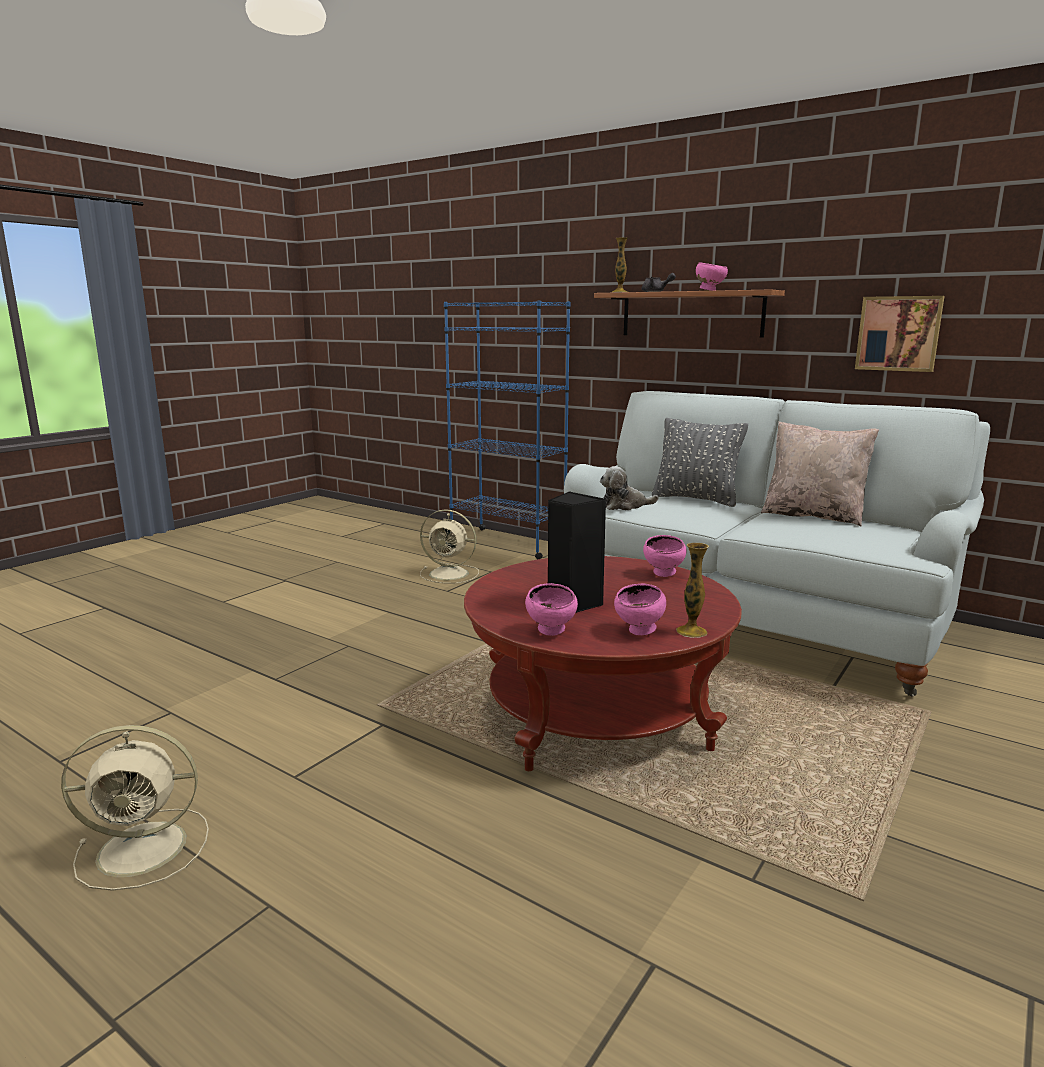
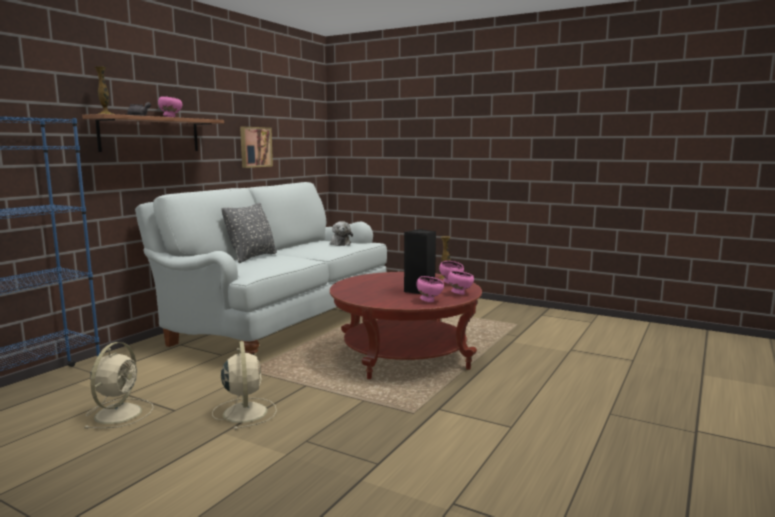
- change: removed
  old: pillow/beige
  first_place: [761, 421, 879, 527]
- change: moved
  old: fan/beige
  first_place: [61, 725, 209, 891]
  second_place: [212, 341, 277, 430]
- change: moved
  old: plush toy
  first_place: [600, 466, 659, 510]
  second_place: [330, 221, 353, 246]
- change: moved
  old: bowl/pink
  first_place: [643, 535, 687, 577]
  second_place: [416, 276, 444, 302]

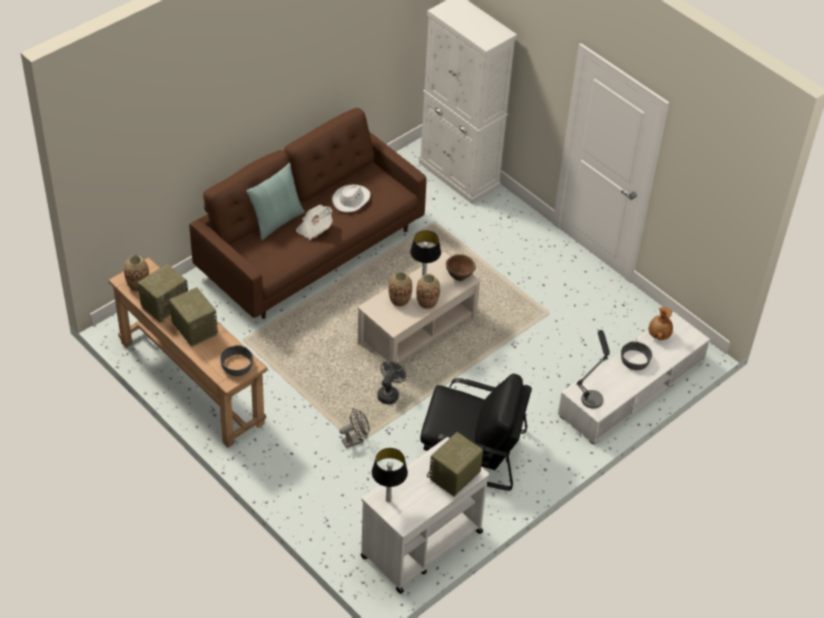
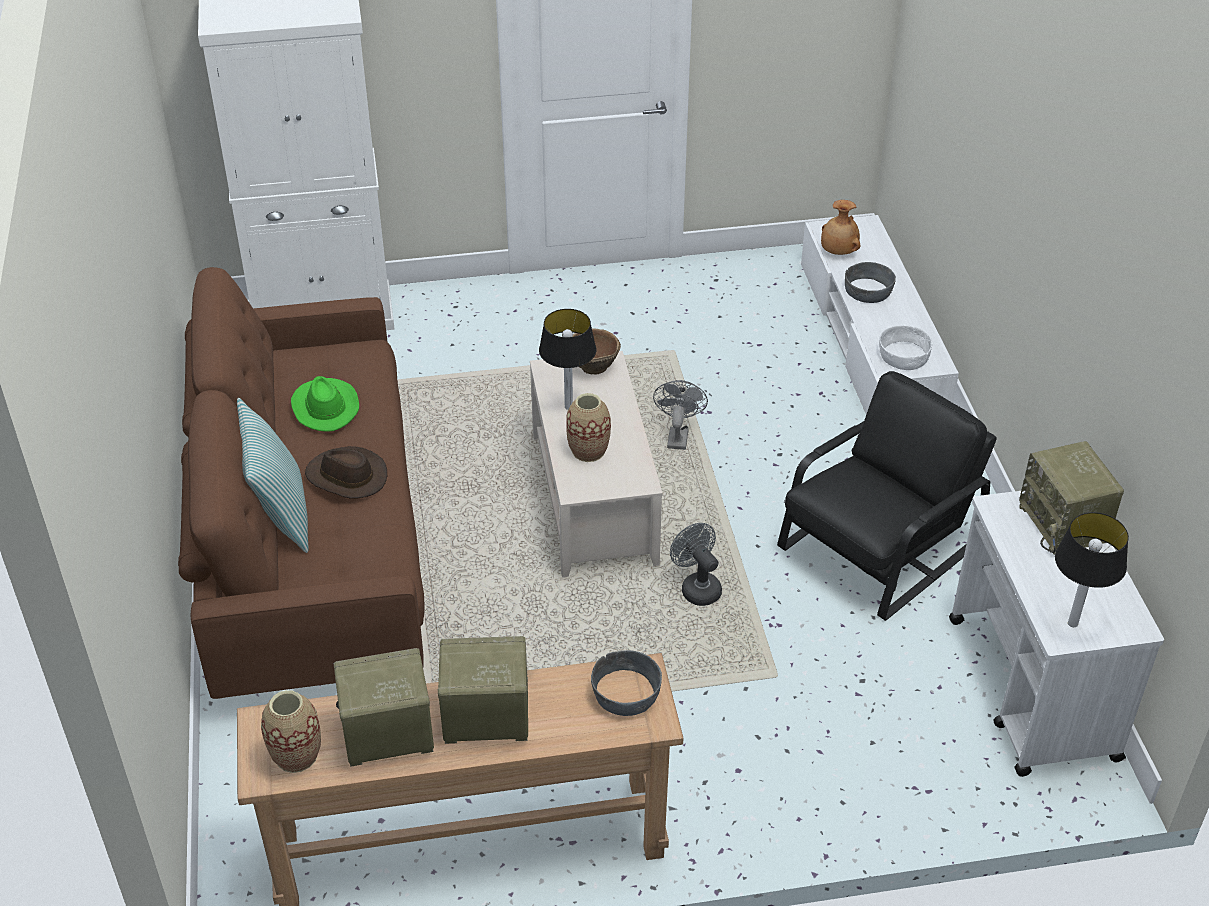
- change: removed
  old: vase
  first_place: [416, 274, 440, 309]
- change: moved
  old: fan/grey
  first_place: [339, 408, 370, 448]
  second_place: [653, 380, 708, 450]
- change: replaced
  old: newspaper
  new: hat/brown
  first_place: [296, 205, 333, 240]
  second_place: [305, 446, 387, 499]
- change: replaced
  old: table lamp
  new: bowl/white
  first_place: [576, 330, 610, 409]
  second_place: [879, 325, 932, 370]
- change: recoloured
  old: hat/white
  new: hat/green
  first_place: [332, 185, 371, 212]
  second_place: [291, 376, 359, 432]
- change: turned
  old: radio
  first_place: [138, 264, 188, 323]
  second_place: [333, 648, 434, 767]
  degrees: -90

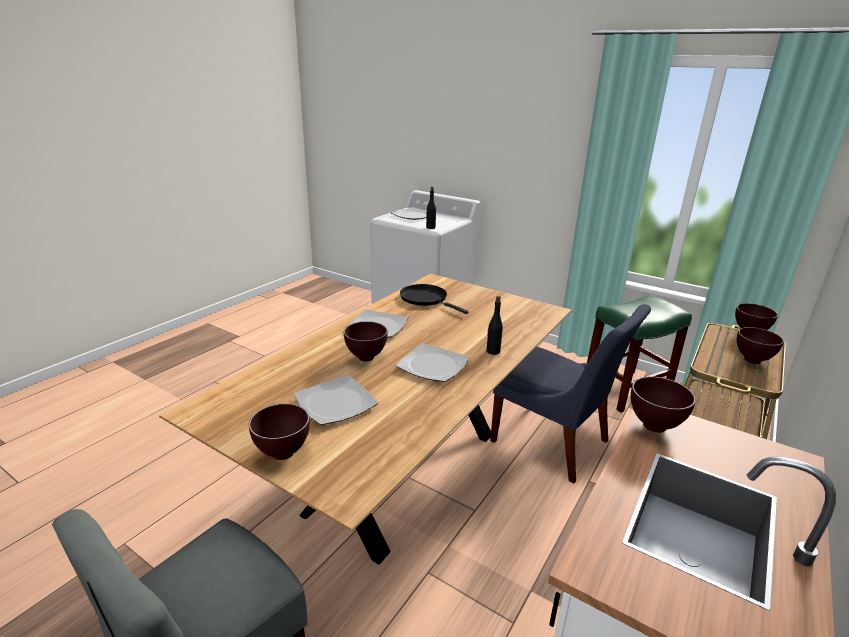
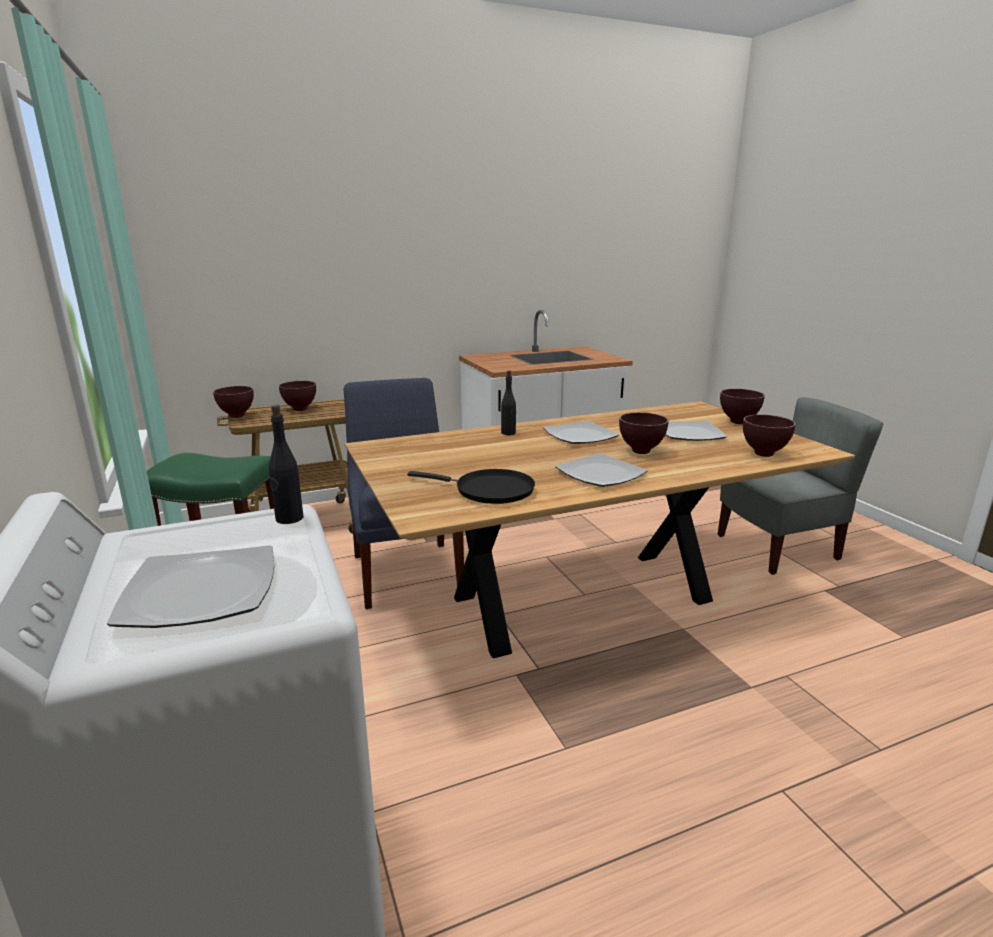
- change: moved
  old: bowl/brown
  first_place: [631, 377, 696, 433]
  second_place: [743, 414, 796, 457]
- change: turned
  old: frying pan/black
  first_place: [400, 284, 469, 314]
  second_place: [408, 469, 535, 504]
  degrees: -60

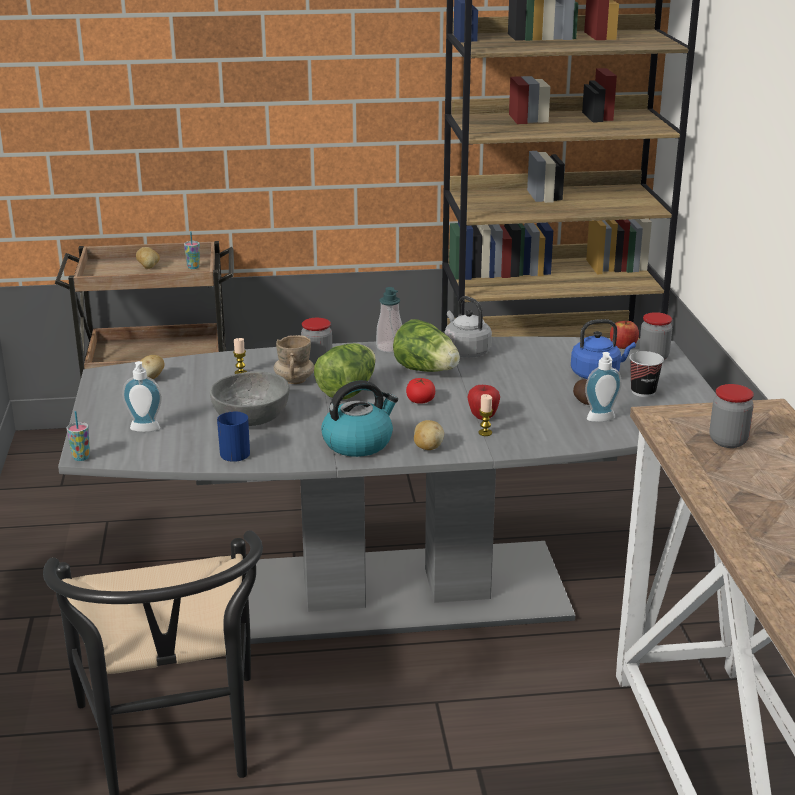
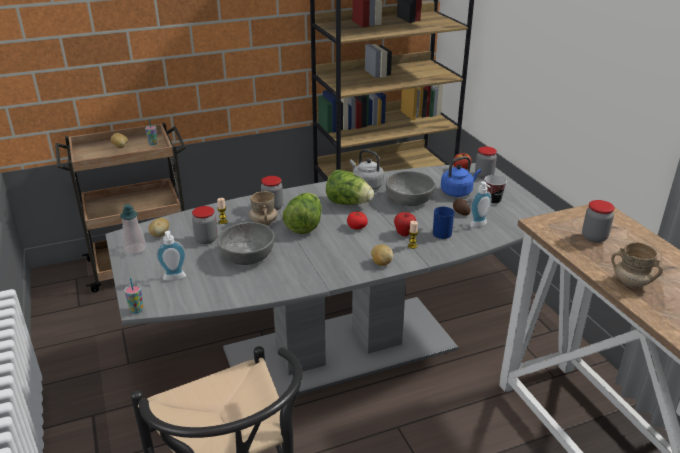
- change: removed
  old: kettle
  first_place: [321, 380, 398, 457]
- change: added
  new: jar
  second_place: [192, 206, 218, 244]
- change: added
  new: bowl/grey
  second_place: [386, 171, 435, 206]
- change: added
  new: mug/beige
  second_place: [611, 242, 663, 288]
- change: moved
  old: mug/blue
  first_place: [217, 411, 250, 462]
  second_place: [433, 207, 454, 239]
- change: moved
  old: soap dispenser
  first_place: [376, 287, 402, 353]
  second_place: [120, 204, 146, 255]

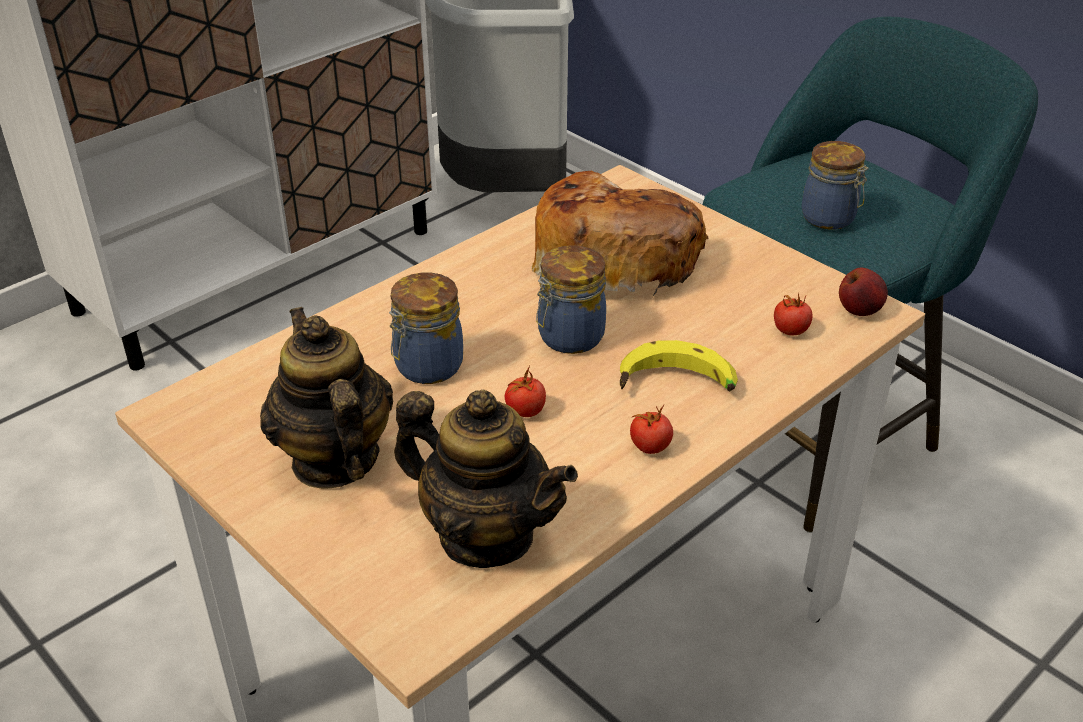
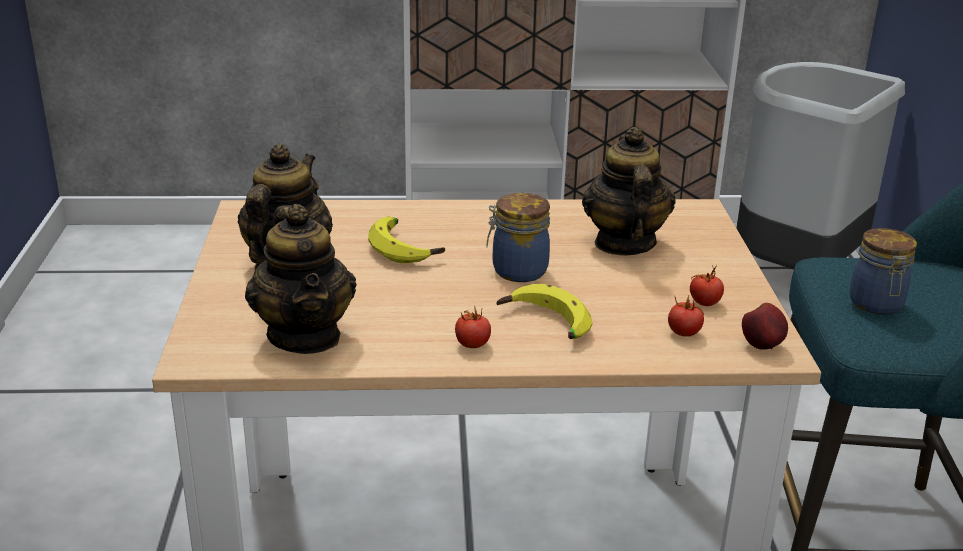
- change: moved
  old: tomato
  first_place: [505, 365, 546, 417]
  second_place: [690, 265, 724, 306]
- change: replaced
  old: jar
  new: banana
  first_place: [389, 273, 463, 384]
  second_place: [368, 216, 445, 263]
- change: replaced
  old: bread
  new: teapot
  first_place: [531, 171, 709, 296]
  second_place: [582, 127, 676, 256]

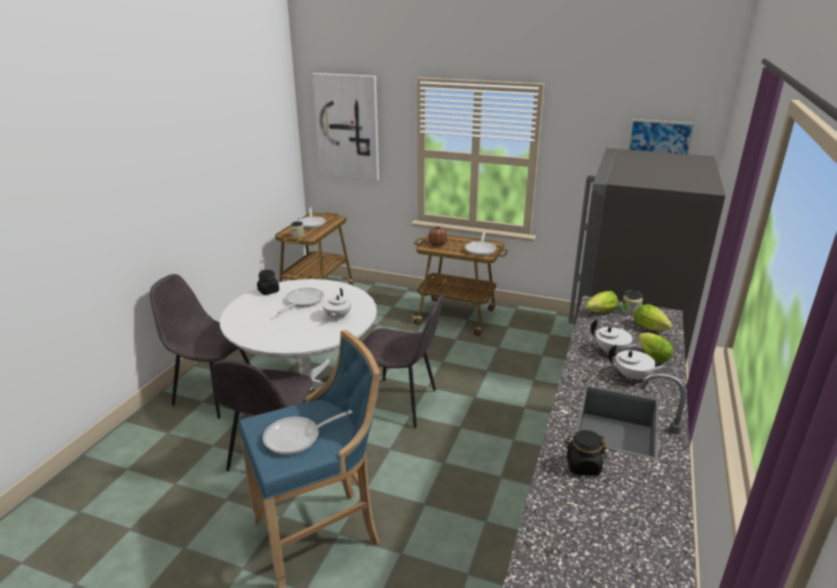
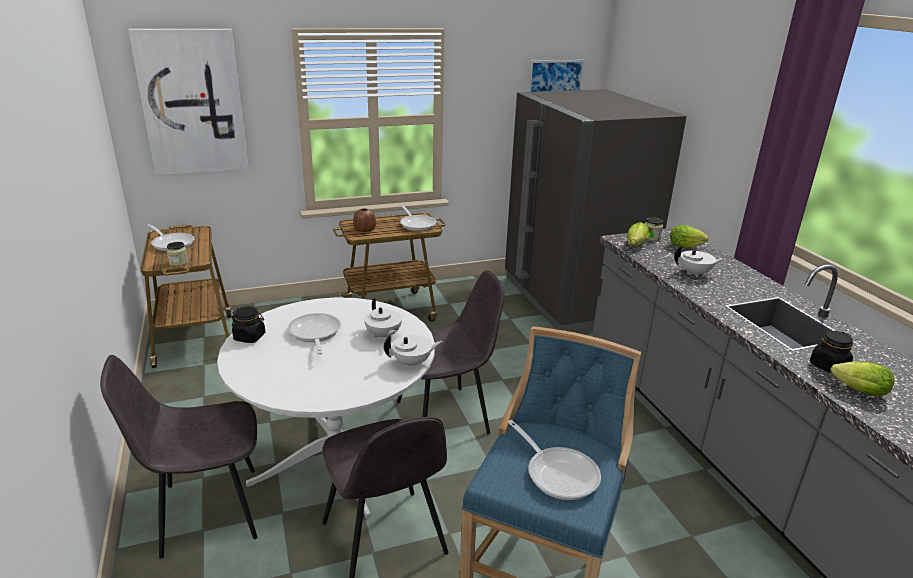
- change: moved
  old: teapot/white
  first_place: [608, 344, 667, 382]
  second_place: [384, 335, 442, 369]
- change: moved
  old: lettuce
  first_place: [638, 333, 673, 363]
  second_place: [831, 362, 895, 396]
- change: turned
  old: frying pan
  first_place: [263, 410, 353, 455]
  second_place: [508, 420, 601, 500]
  degrees: -60

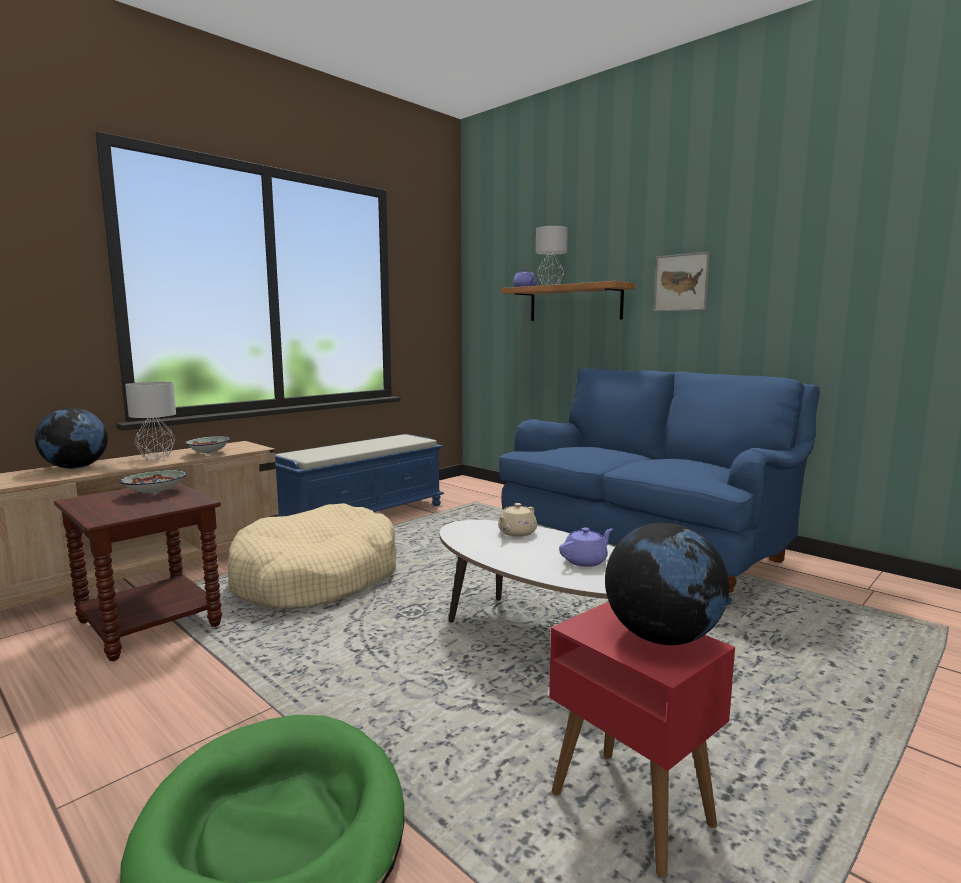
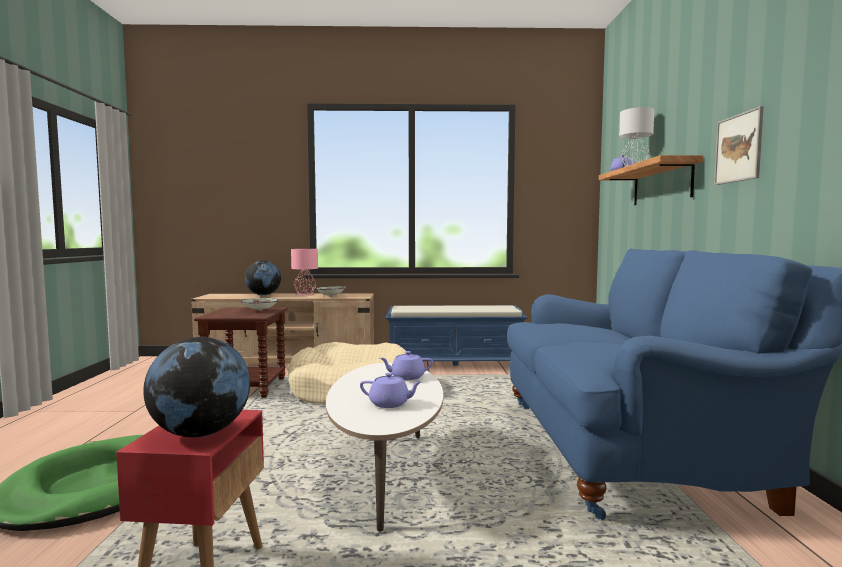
- change: recoloured
  old: table lamp/grey
  new: table lamp/pink
  first_place: [125, 382, 176, 460]
  second_place: [291, 249, 318, 296]
- change: recoloured
  old: teapot/beige
  new: teapot/purple
  first_place: [498, 503, 537, 537]
  second_place: [380, 351, 433, 380]

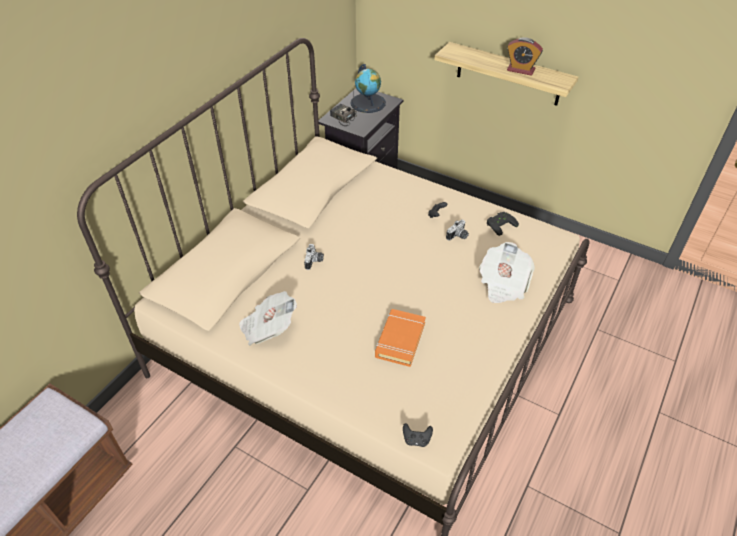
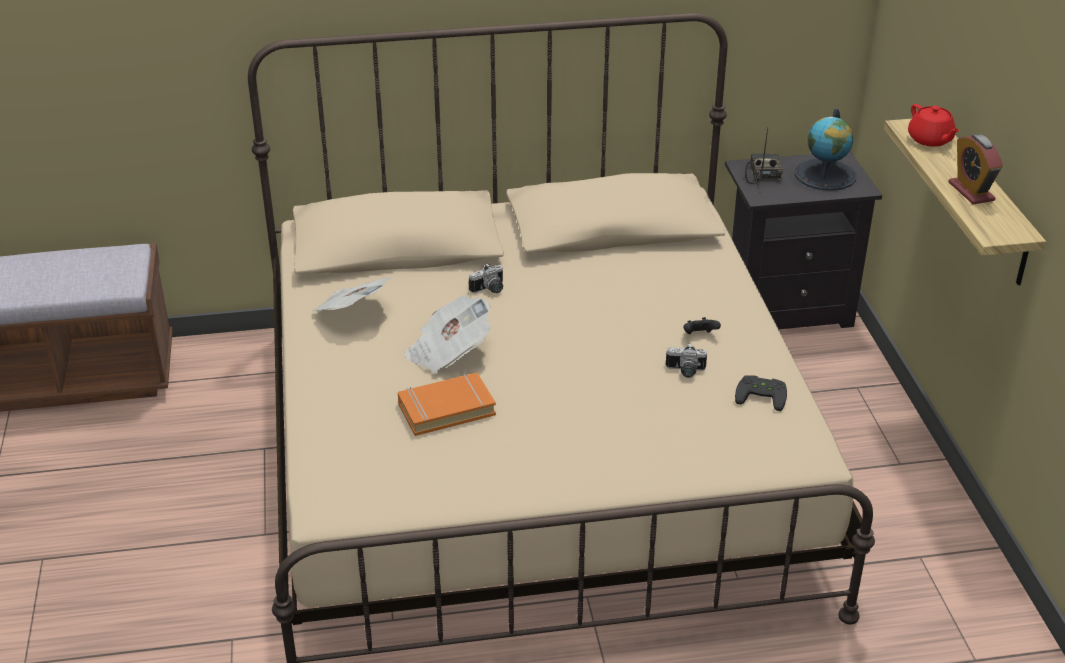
- change: removed
  old: game controller/black
  first_place: [403, 423, 433, 447]
- change: added
  new: teapot/red
  second_place: [908, 104, 960, 147]
- change: moved
  old: newspaper
  first_place: [479, 242, 535, 303]
  second_place: [404, 296, 491, 374]

